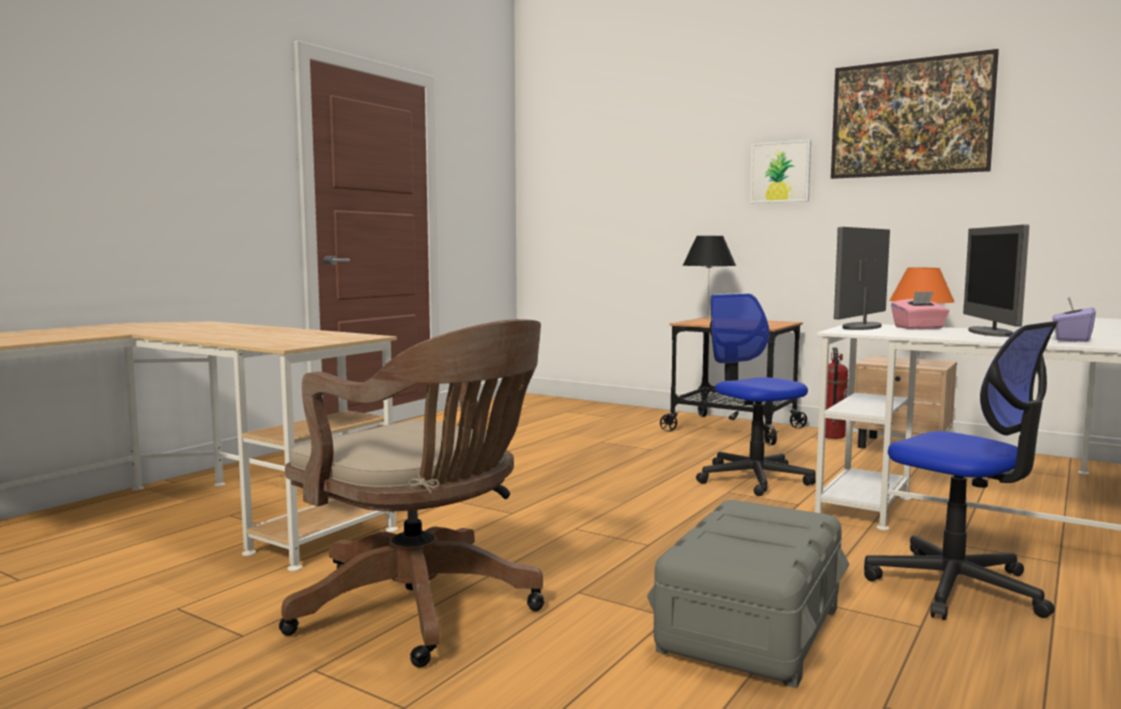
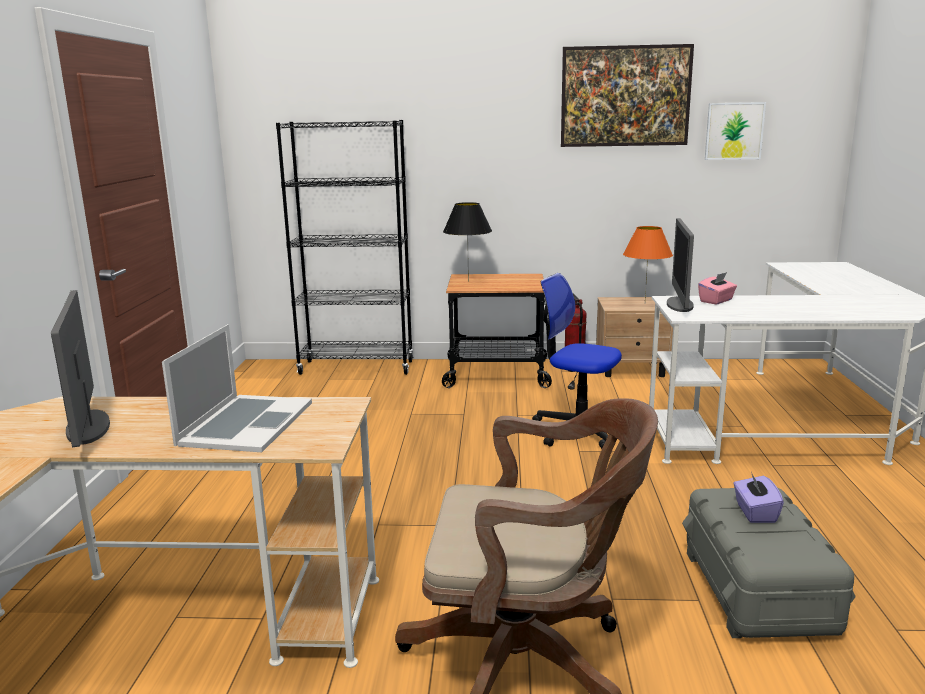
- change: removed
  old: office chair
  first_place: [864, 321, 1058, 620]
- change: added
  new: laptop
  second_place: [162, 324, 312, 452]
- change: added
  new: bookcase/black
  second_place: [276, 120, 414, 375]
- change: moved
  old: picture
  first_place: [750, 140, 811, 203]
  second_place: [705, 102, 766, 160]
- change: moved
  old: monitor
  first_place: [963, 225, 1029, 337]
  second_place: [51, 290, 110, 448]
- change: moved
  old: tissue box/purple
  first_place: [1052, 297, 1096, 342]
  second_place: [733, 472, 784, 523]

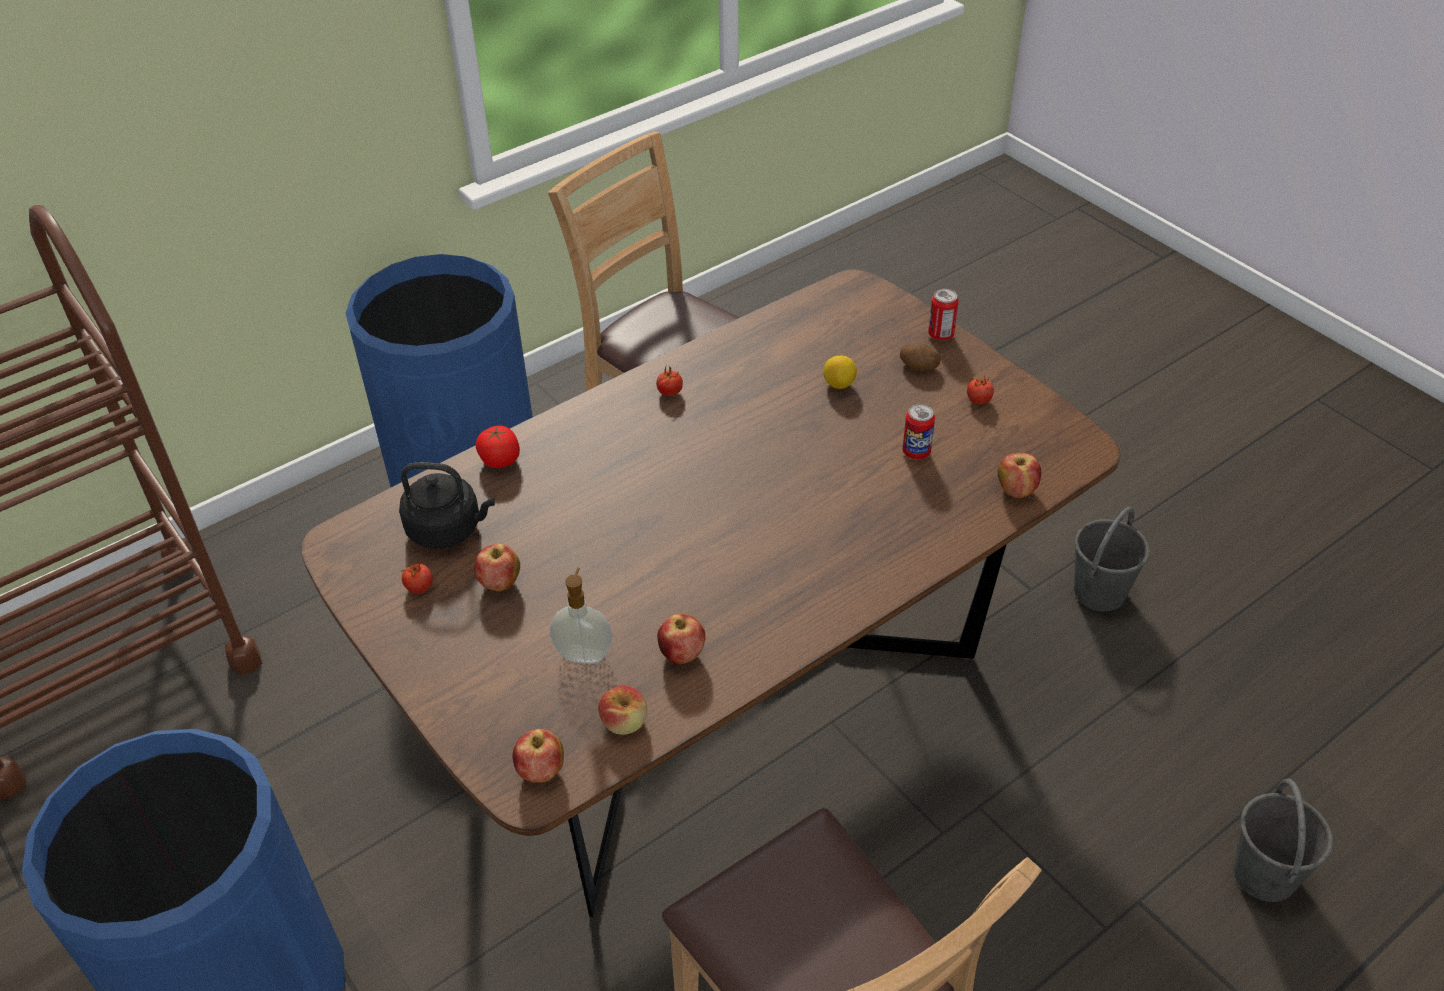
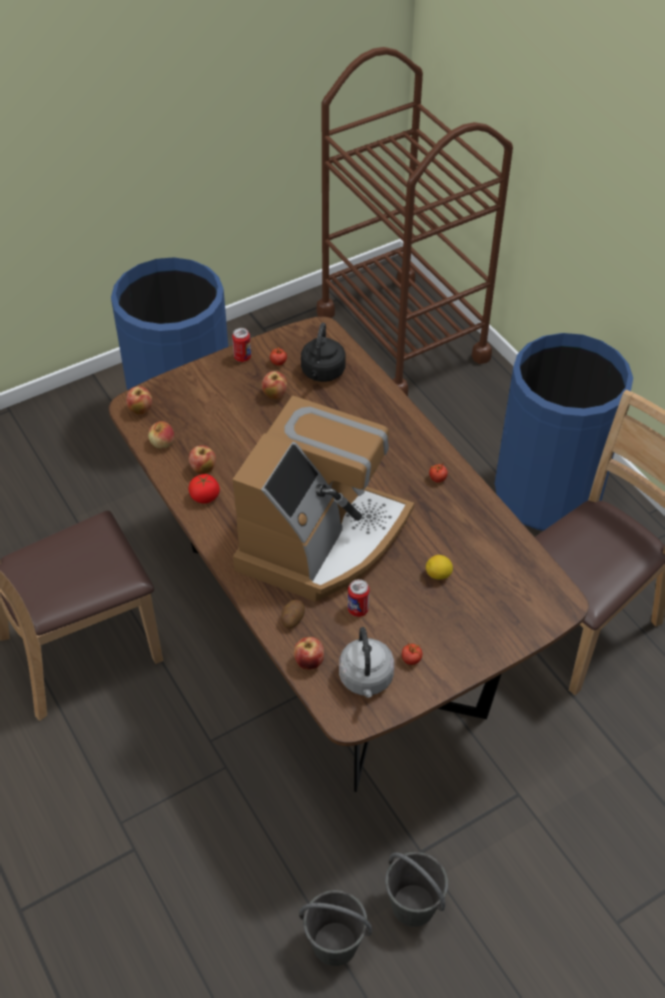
- change: removed
  old: soap dispenser
  first_place: [550, 568, 612, 664]
- change: added
  new: coffee machine
  second_place: [232, 396, 414, 602]
- change: added
  new: kettle/grey
  second_place: [339, 627, 394, 698]
- change: moved
  old: tomato
  first_place: [475, 426, 520, 468]
  second_place: [188, 474, 220, 504]
- change: moved
  old: potato
  first_place: [900, 343, 941, 371]
  second_place: [281, 600, 305, 629]
- change: moved
  old: can
  first_place: [928, 289, 959, 341]
  second_place: [232, 328, 251, 362]
- change: moved
  old: bucket/grey
  first_place: [1233, 779, 1333, 902]
  second_place: [299, 890, 372, 966]

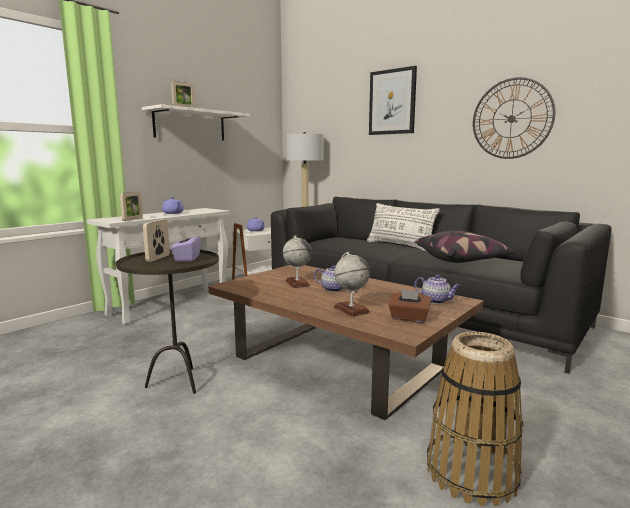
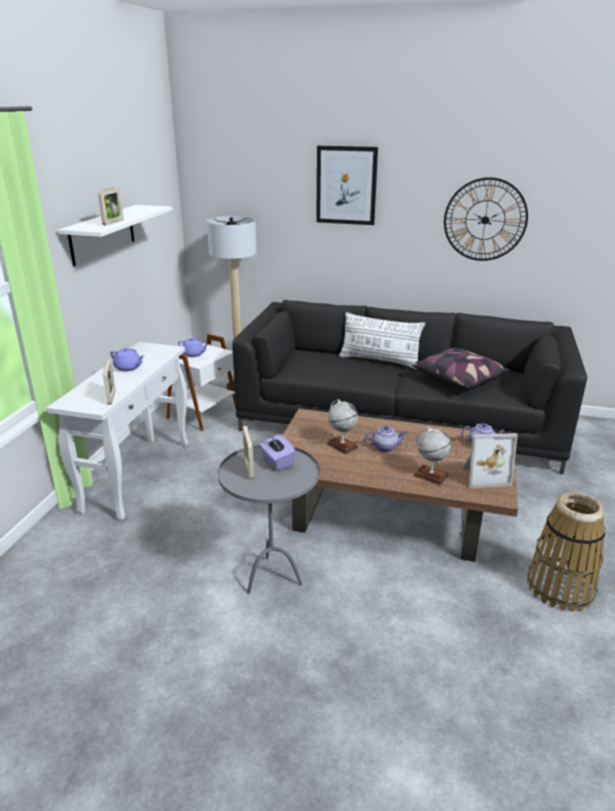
- change: replaced
  old: tissue box/brown
  new: picture frame
  first_place: [388, 289, 432, 323]
  second_place: [462, 433, 518, 488]
- change: recoloured
  old: side table/brown
  new: side table/grey
  first_place: [116, 249, 219, 394]
  second_place: [218, 445, 320, 594]

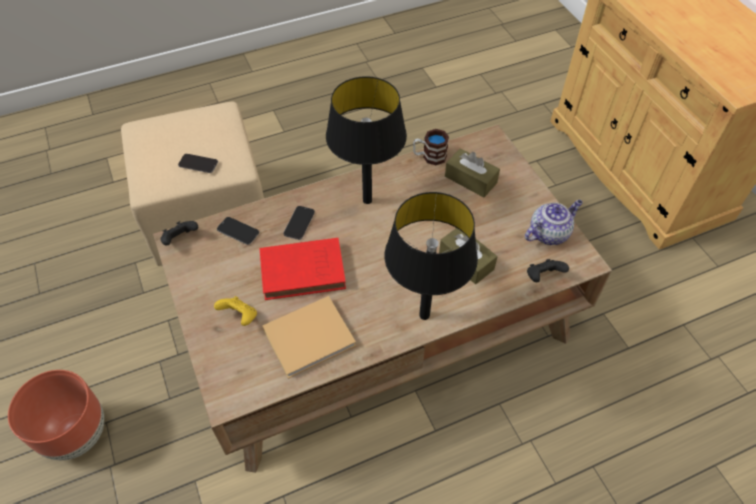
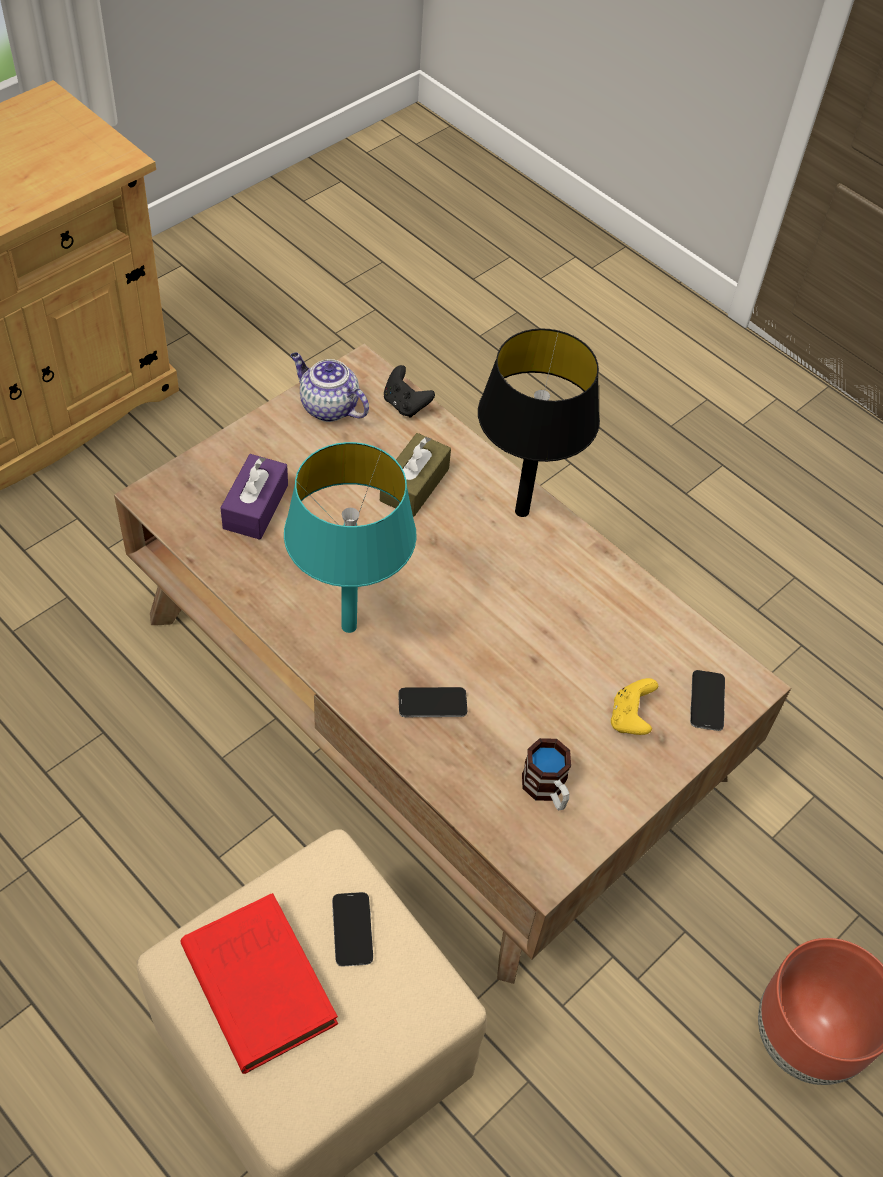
- change: removed
  old: game controller/black
  first_place: [161, 221, 198, 246]
- change: removed
  old: book/beige
  first_place: [262, 296, 356, 379]
- change: moved
  old: phone
  first_place: [217, 217, 259, 245]
  second_place: [690, 670, 725, 731]
- change: moved
  old: book/red
  first_place: [259, 238, 346, 300]
  second_place: [181, 893, 338, 1074]
- change: moved
  old: mug
  first_place: [413, 129, 449, 165]
  second_place: [522, 738, 571, 810]
- change: recoloured
  old: table lamp/black
  new: table lamp/turquoise
  first_place: [326, 76, 407, 204]
  second_place: [284, 442, 417, 633]
- change: recoloured
  old: tissue box/brown
  new: tissue box/purple
  first_place: [445, 148, 500, 198]
  second_place: [221, 454, 288, 540]

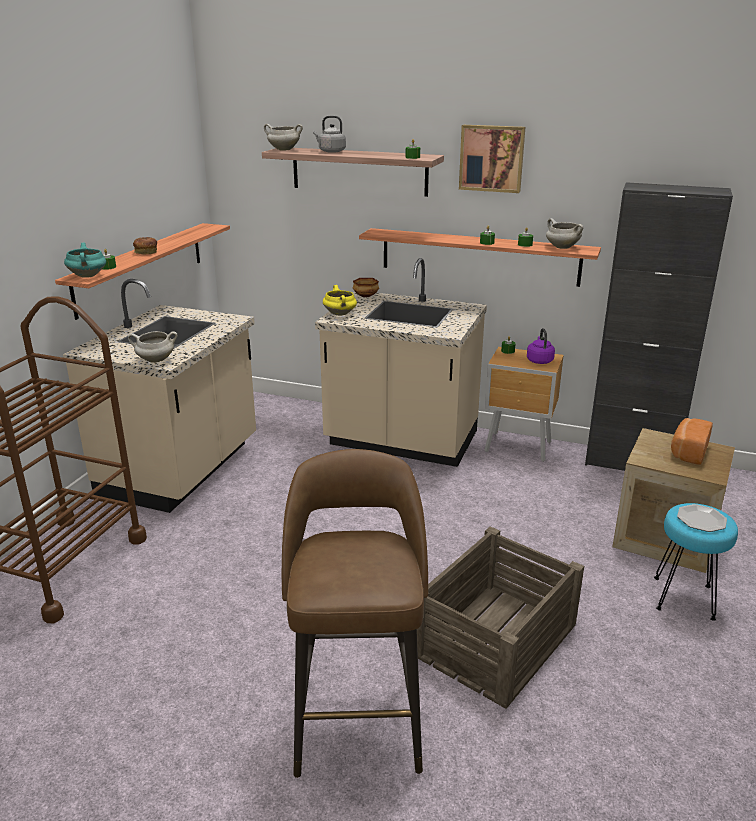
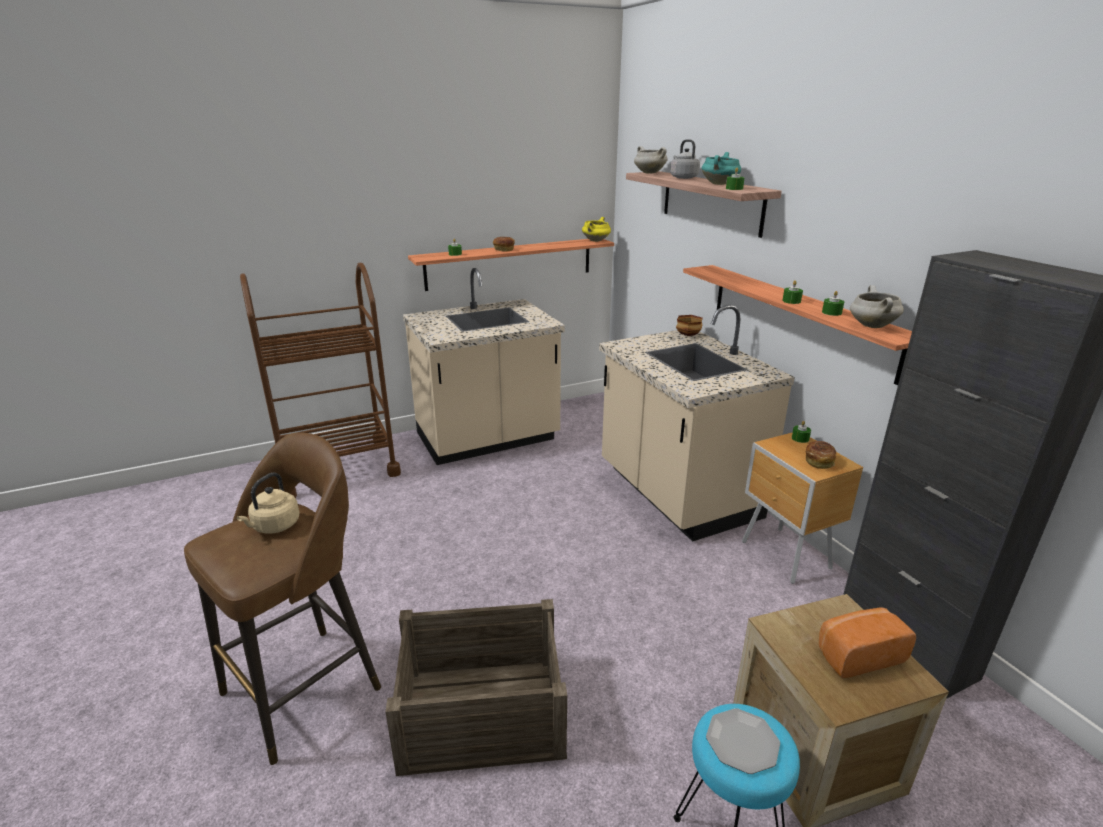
- change: removed
  old: cooking pot/white
  first_place: [128, 331, 177, 363]
- change: removed
  old: picture
  first_place: [459, 125, 525, 193]
- change: added
  new: kettle/beige
  second_place: [237, 472, 299, 534]
- change: moved
  old: cooking pot/turquoise
  first_place: [64, 243, 106, 278]
  second_place: [701, 152, 741, 185]
- change: moved
  old: cooking pot/yellow
  first_place: [323, 285, 357, 316]
  second_place: [582, 217, 611, 242]
- change: replaced
  old: kettle/purple
  new: bread
  first_place: [527, 328, 555, 364]
  second_place: [806, 441, 836, 469]

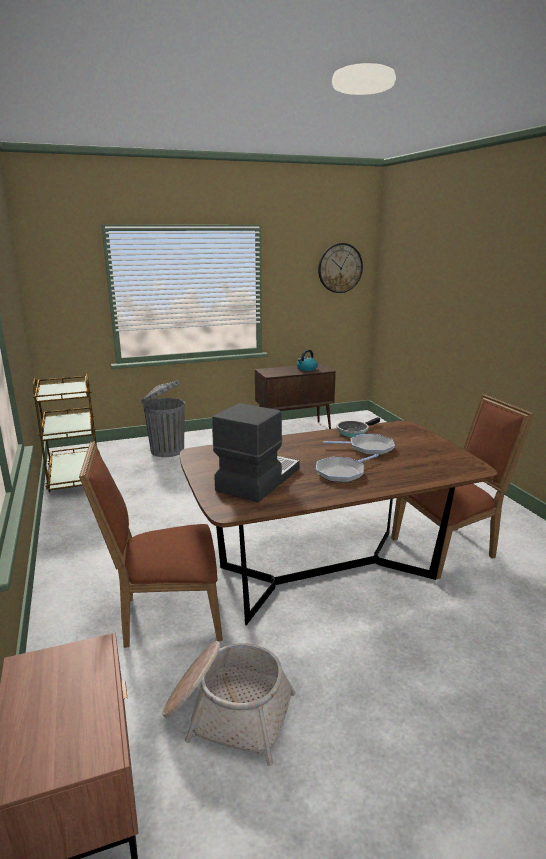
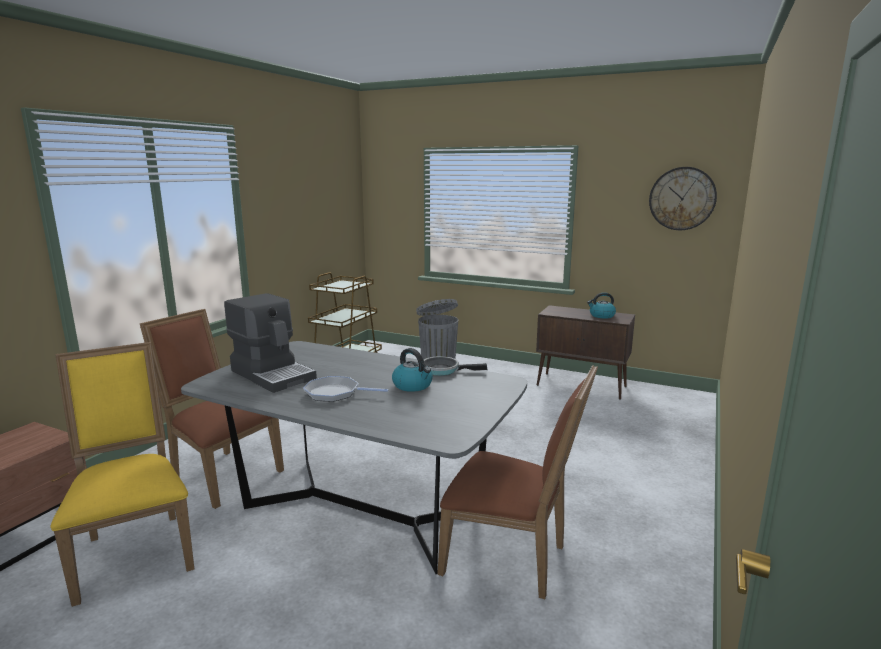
- change: replaced
  old: basket
  new: chair/yellow
  first_place: [162, 641, 296, 766]
  second_place: [50, 342, 194, 607]
- change: replaced
  old: frying pan
  new: kettle
  first_place: [324, 434, 395, 455]
  second_place: [392, 348, 433, 392]
- change: recoloured
  old: dining table/brown
  new: dining table/grey
  first_place: [180, 420, 498, 625]
  second_place: [181, 341, 527, 574]
- change: turned
  old: coffee machine
  first_place: [212, 403, 300, 502]
  second_place: [224, 293, 317, 393]
  degrees: 60

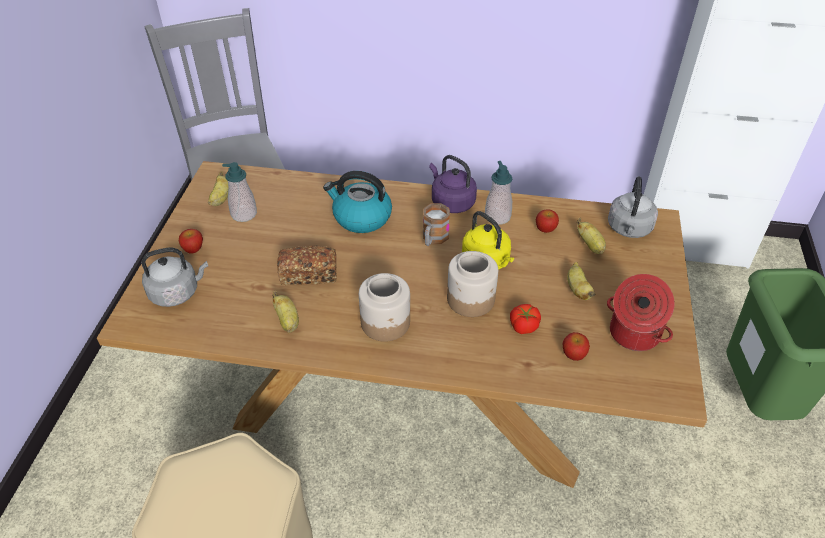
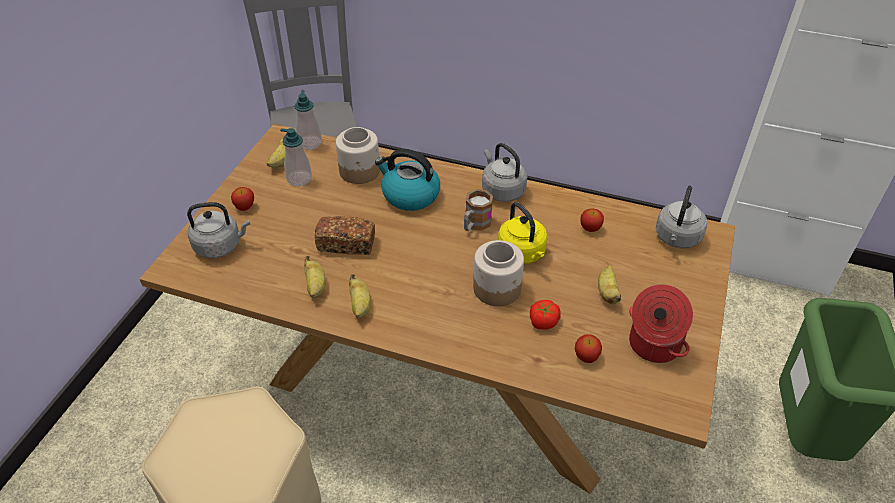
- change: moved
  old: jar
  first_place: [359, 273, 410, 342]
  second_place: [336, 127, 380, 184]
- change: moved
  old: soap dispenser
  first_place: [485, 161, 512, 225]
  second_place: [294, 90, 322, 150]
- change: moved
  old: banana
  first_place: [577, 218, 606, 254]
  second_place: [349, 274, 371, 318]
- change: recoloured
  old: kettle/purple
  new: kettle/grey
  first_place: [429, 155, 477, 213]
  second_place: [482, 143, 527, 202]

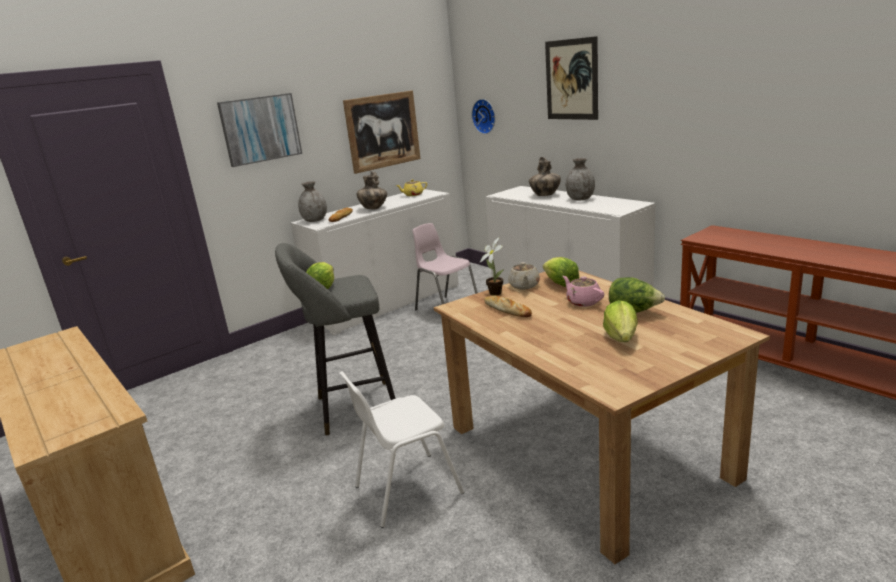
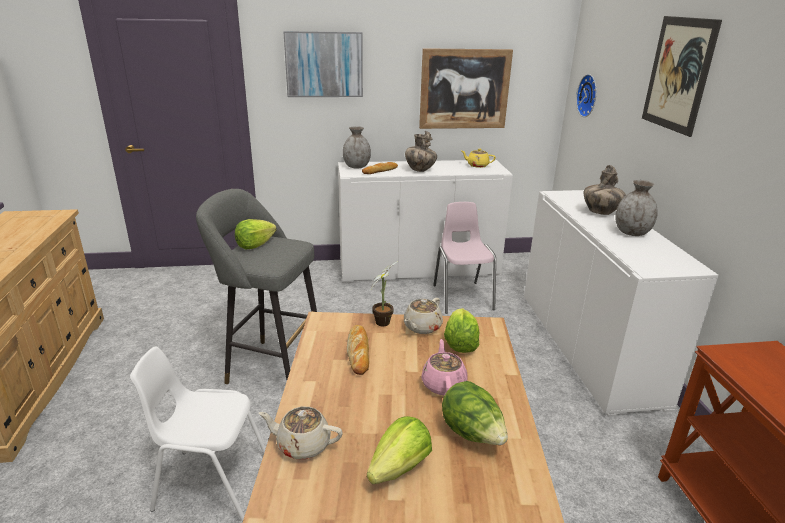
- change: added
  new: teapot/beige
  second_place: [259, 407, 343, 459]

